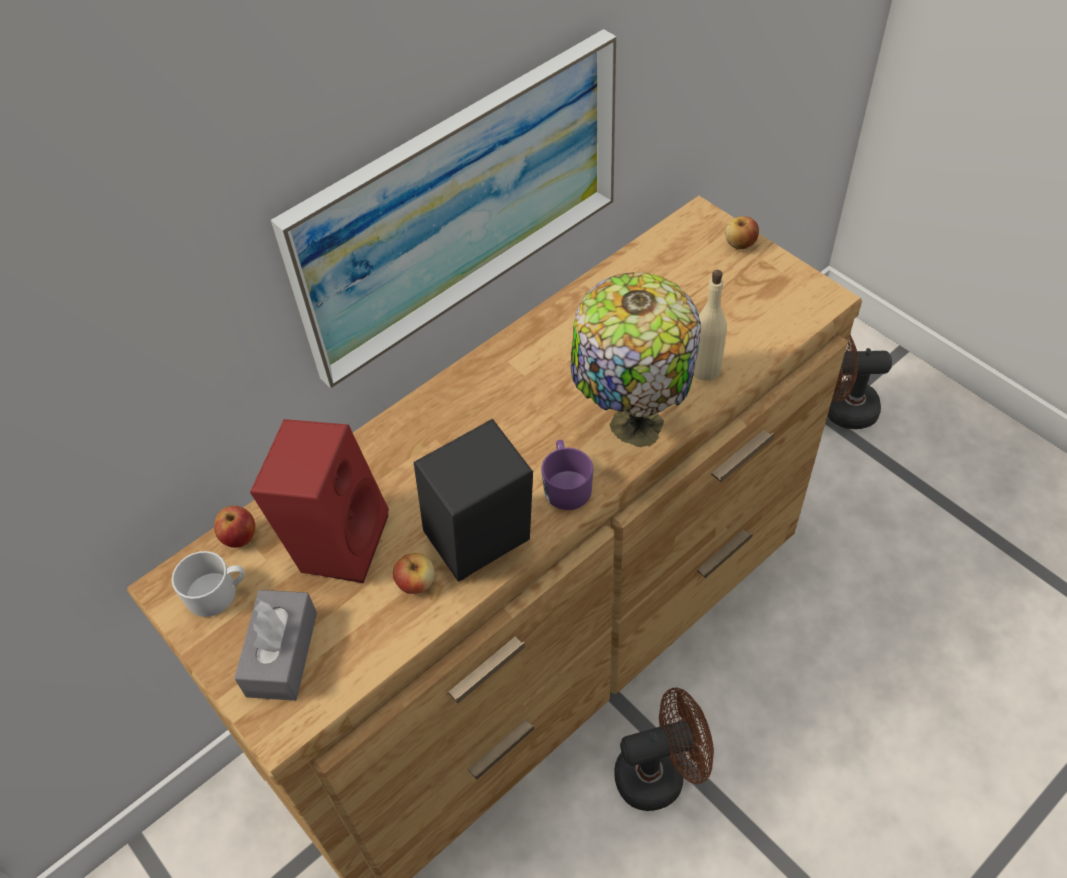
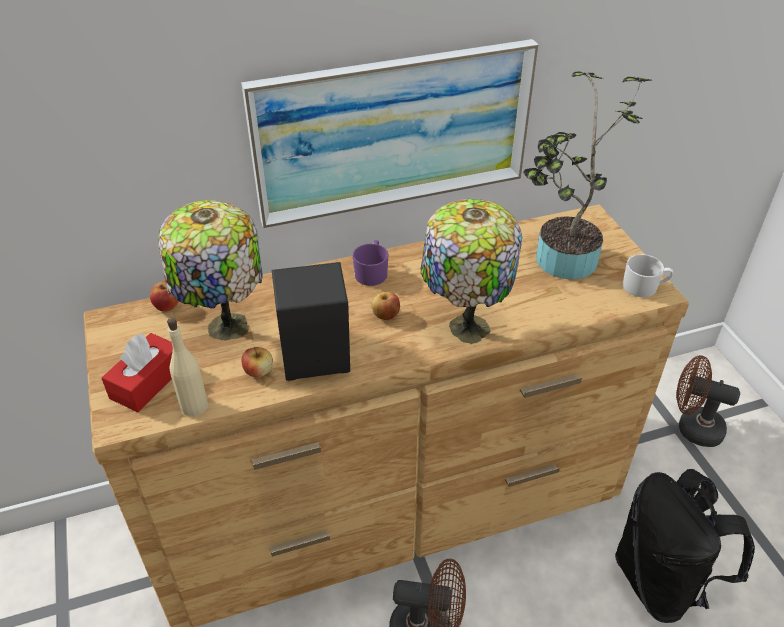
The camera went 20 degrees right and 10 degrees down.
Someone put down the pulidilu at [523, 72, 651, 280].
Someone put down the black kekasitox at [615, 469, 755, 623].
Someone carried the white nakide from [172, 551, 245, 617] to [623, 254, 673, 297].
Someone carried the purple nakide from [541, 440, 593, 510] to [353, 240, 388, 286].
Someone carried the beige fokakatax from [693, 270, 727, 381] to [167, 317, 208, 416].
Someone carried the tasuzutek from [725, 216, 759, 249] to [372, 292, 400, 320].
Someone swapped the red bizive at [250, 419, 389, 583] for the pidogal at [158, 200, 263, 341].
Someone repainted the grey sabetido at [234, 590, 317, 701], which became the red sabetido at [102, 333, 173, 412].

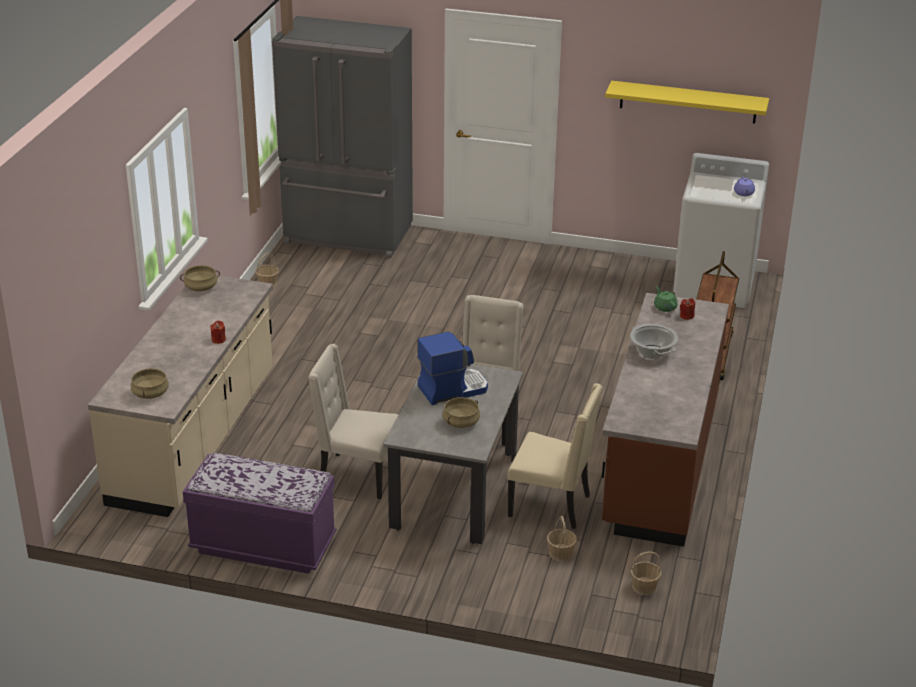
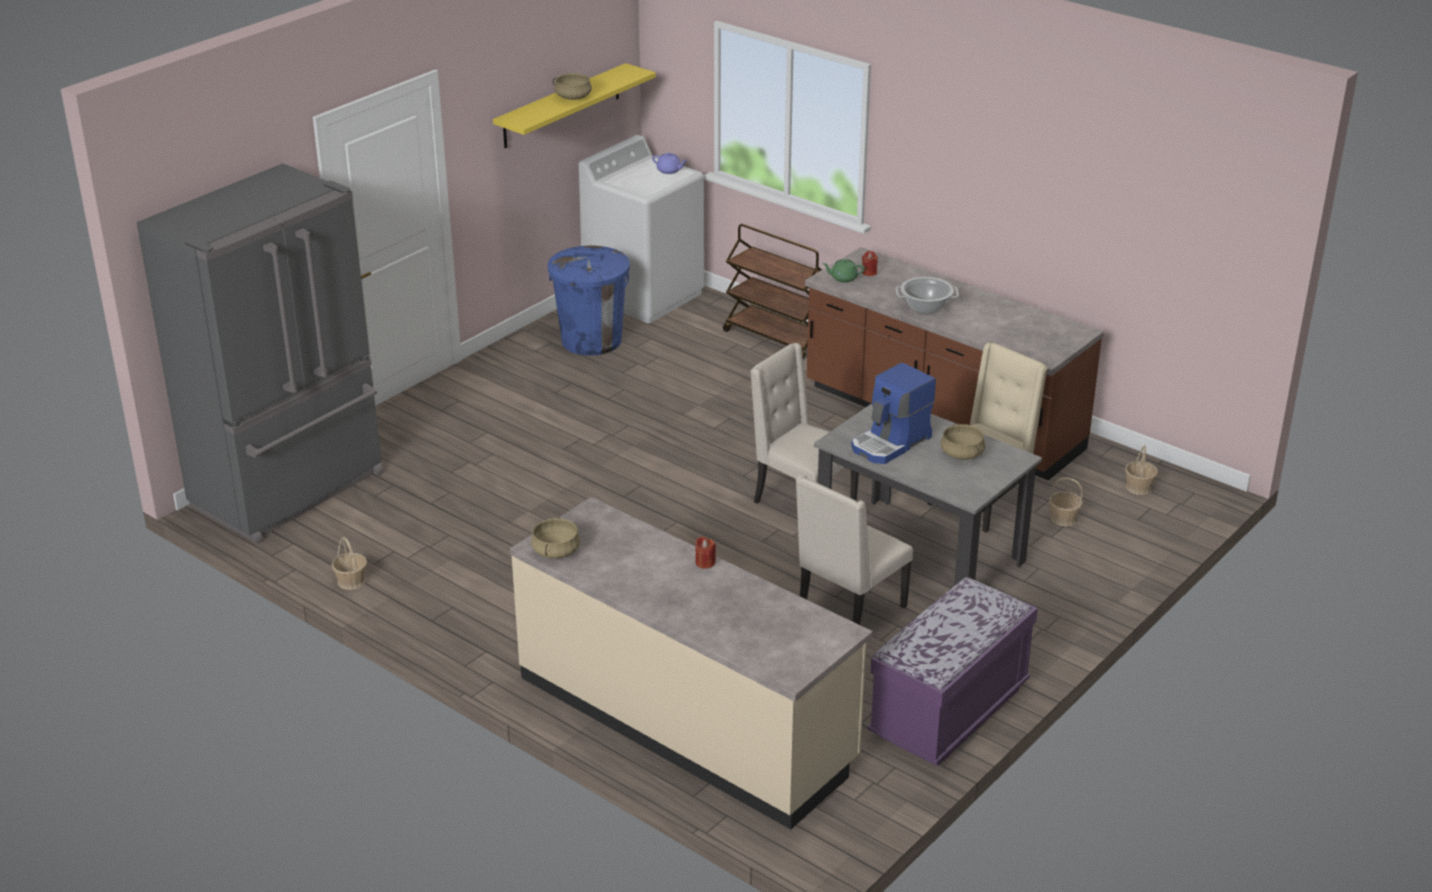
The camera went 65 degrees left and 0 degrees up.
Someone put down the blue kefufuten at [548, 245, 630, 356].
Someone carried the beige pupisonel from [131, 368, 169, 399] to [552, 73, 592, 100].
Someone rotated the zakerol at [417, 331, 488, 405] by 135 degrees counterclockwise.

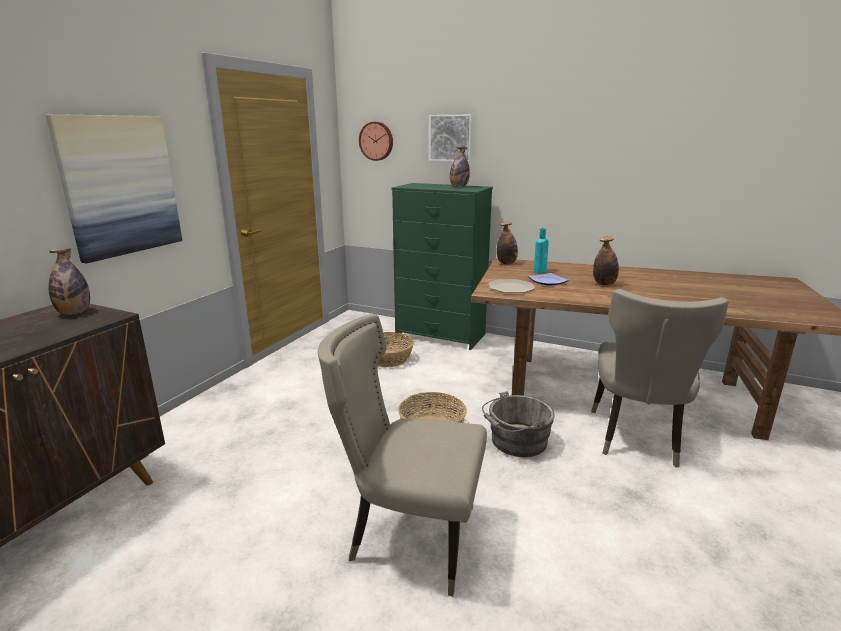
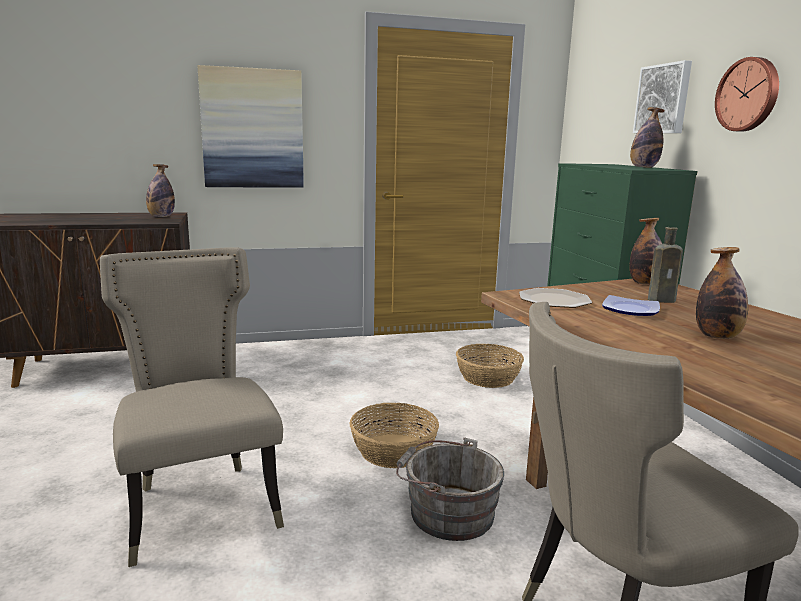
The camera went 50 degrees right and 5 degrees down.
Someone carried the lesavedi from [359, 122, 393, 161] to [715, 57, 779, 132].
Someone repainted the turquoise fokakatax at [534, 228, 549, 274], which became the brown fokakatax at [648, 227, 683, 303].

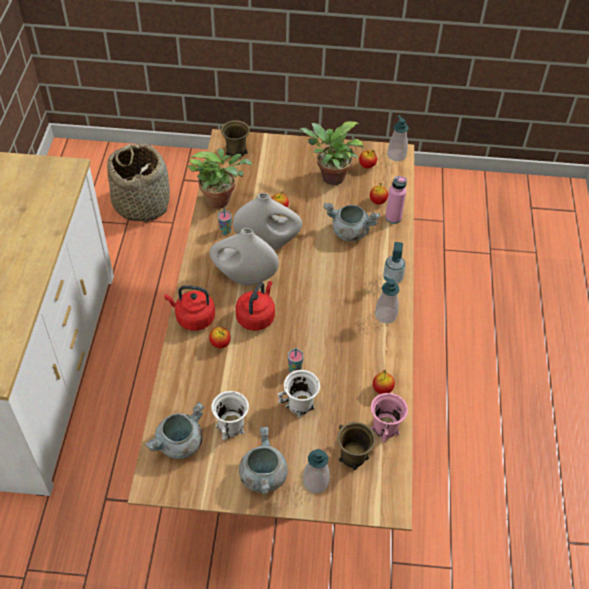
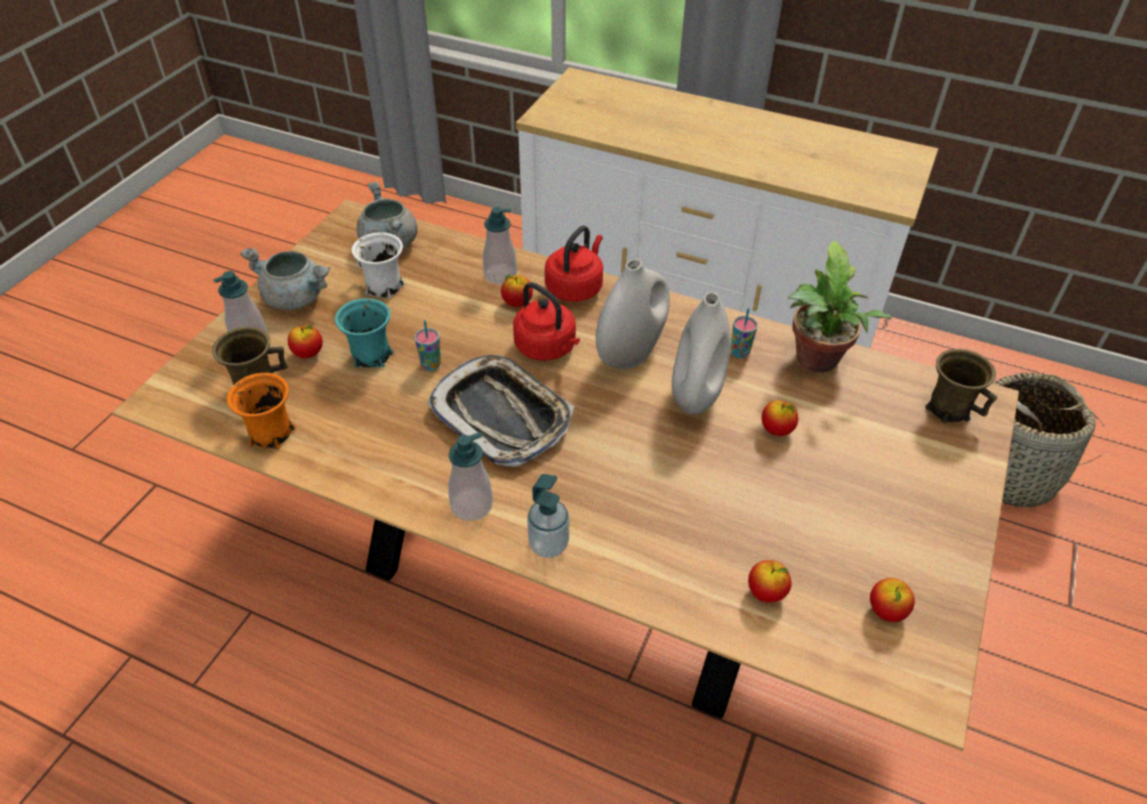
The camera went 110 degrees right and 5 degrees down.
Someone took away the pulidilu at [300, 121, 364, 185].
Someone took away the grey pupisonel at [324, 203, 380, 242].
Someone took away the pink fokakatax at [385, 176, 407, 224].
Someone put down the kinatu at [427, 355, 574, 467].
Someone carried the tasuzutek from [373, 370, 395, 394] to [288, 325, 323, 358].
Someone carried the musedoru from [387, 115, 409, 161] to [483, 207, 517, 285].
Someone repainted the white nakide at [278, 370, 320, 417], which became the turquoise nakide at [335, 298, 394, 368].
Someone repainted the pink nakide at [371, 393, 408, 442], which became the orange nakide at [227, 373, 296, 449].

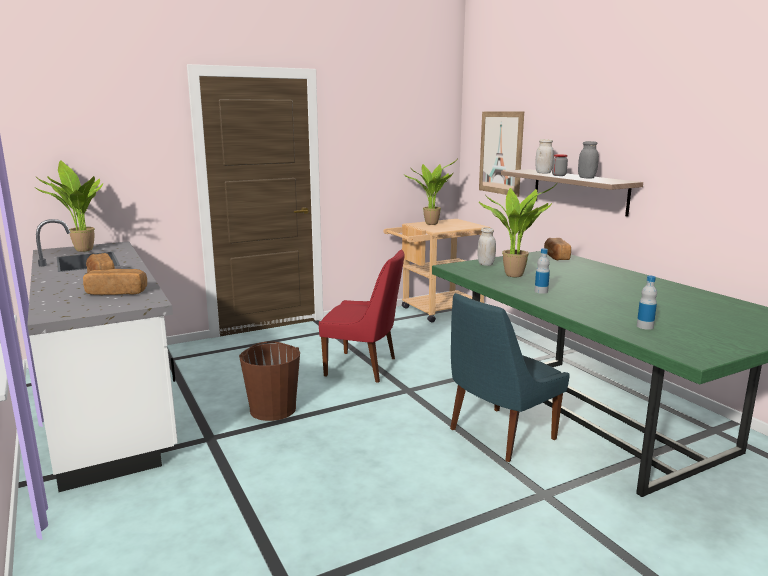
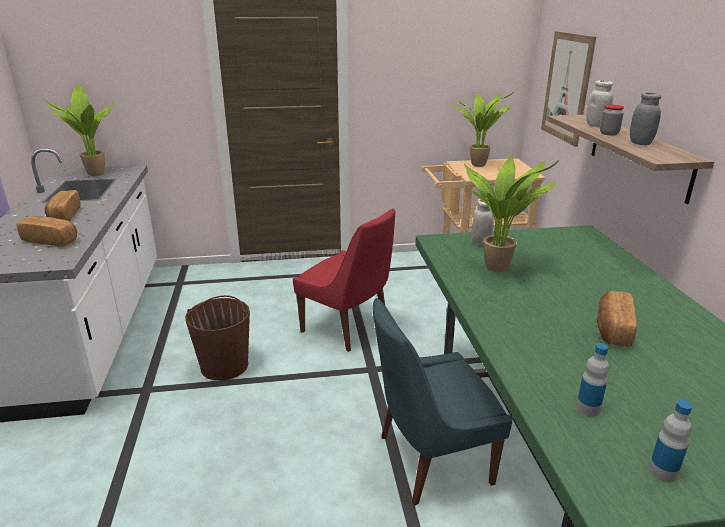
The camera went 20 degrees right and 10 degrees up.
Someone carried the fokakatax from [535, 248, 550, 294] to [649, 400, 693, 482].
Someone carried the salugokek from [544, 238, 571, 260] to [597, 291, 637, 347].

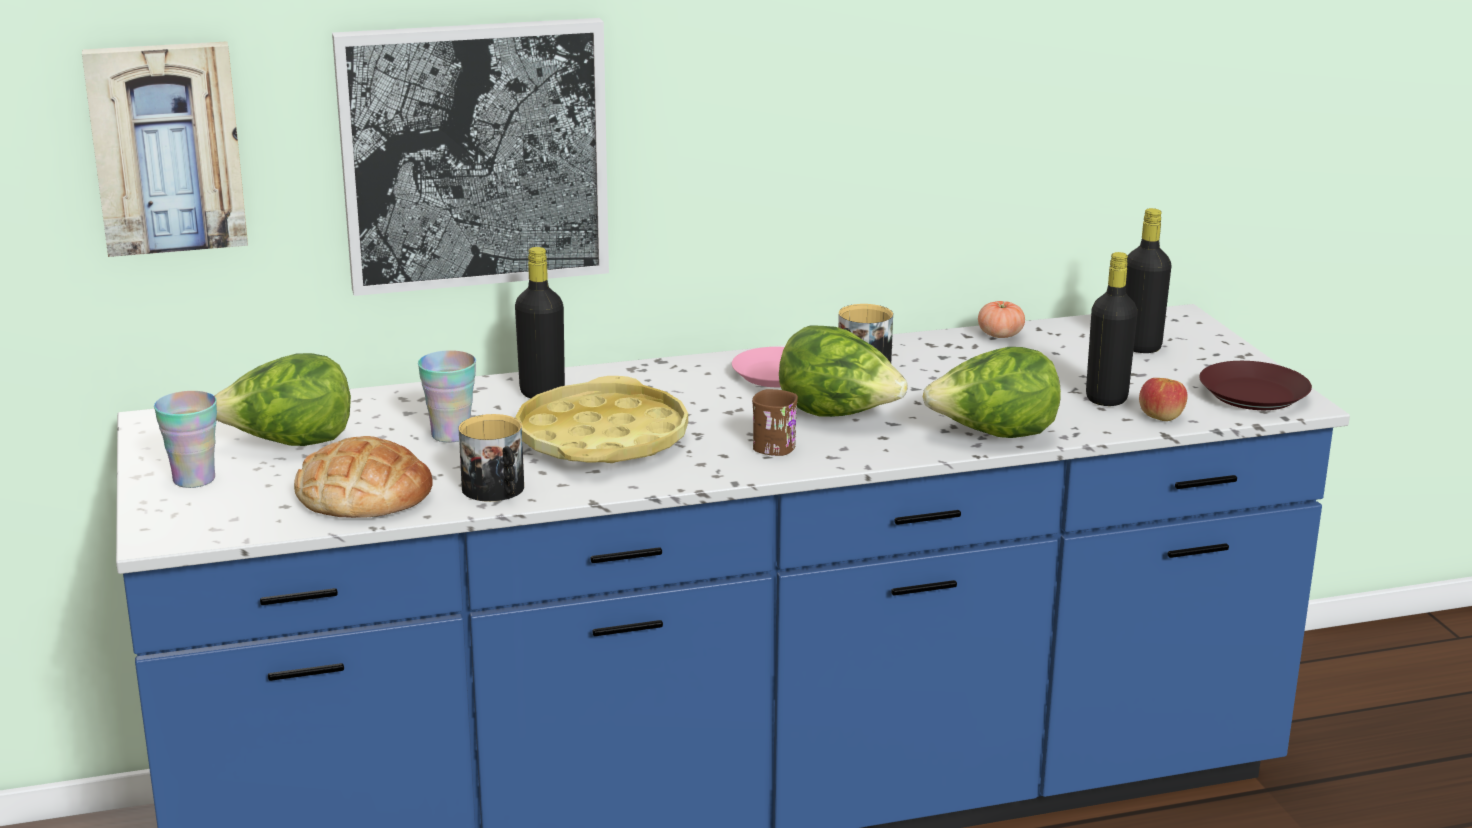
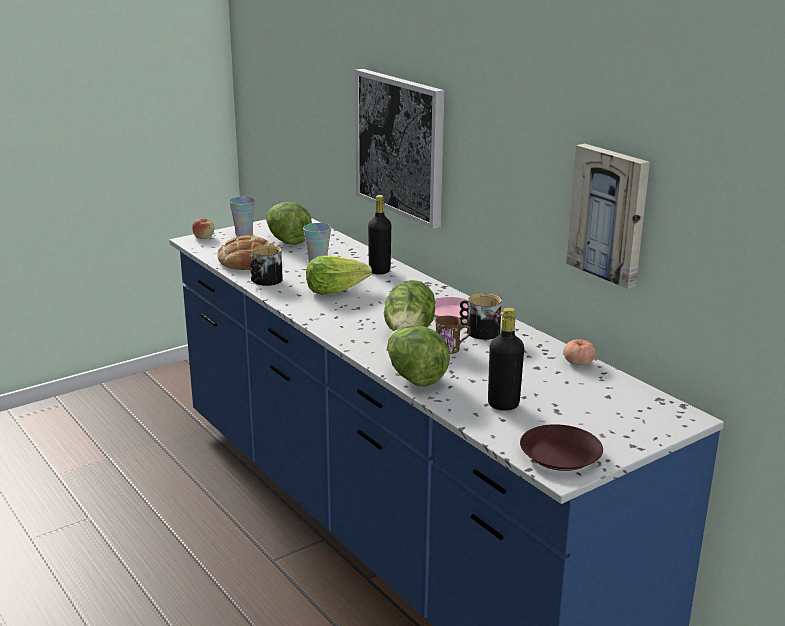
The camera went 70 degrees right and 0 degrees up.
Someone took away the black fokakatax at [1125, 208, 1171, 353].
Someone carried the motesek from [82, 41, 248, 257] to [566, 144, 650, 289].
Someone carried the brown nakide from [752, 389, 798, 456] to [436, 316, 470, 354].
Someone carried the tasuzutek from [1139, 378, 1188, 421] to [192, 218, 214, 239].
Someone swapped the yellow kinatu at [516, 376, 688, 463] for the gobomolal at [306, 256, 372, 295].

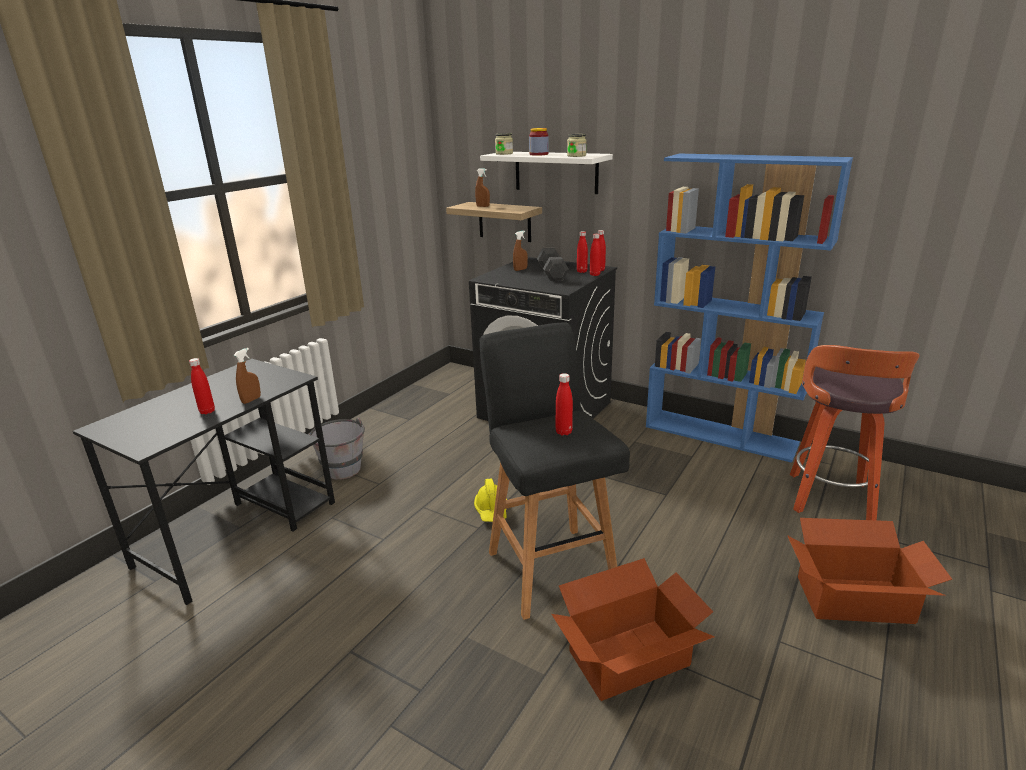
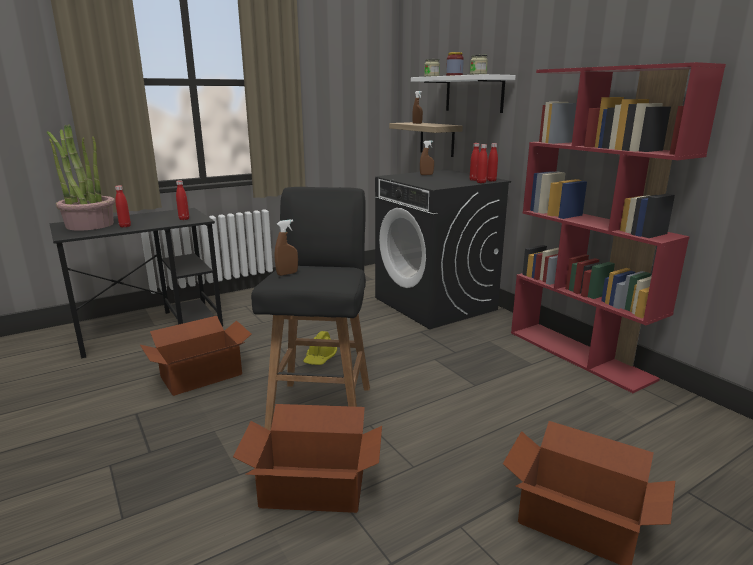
The camera went 25 degrees right and 5 degrees down.
Someone took away the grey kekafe at [308, 417, 365, 480].
Someone took away the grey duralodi at [537, 247, 569, 281].
Someone took away the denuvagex at [790, 345, 920, 520].
Someone put down the pulidilu at [47, 125, 115, 230].
Someone put down the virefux at [140, 316, 251, 396].
Someone carried the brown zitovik from [234, 348, 261, 404] to [275, 219, 298, 276].
Someone carried the red fokakatax from [556, 373, 573, 436] to [176, 180, 189, 220].
Someone repainted the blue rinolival at [646, 154, 853, 463], which became the red rinolival at [511, 62, 726, 393].

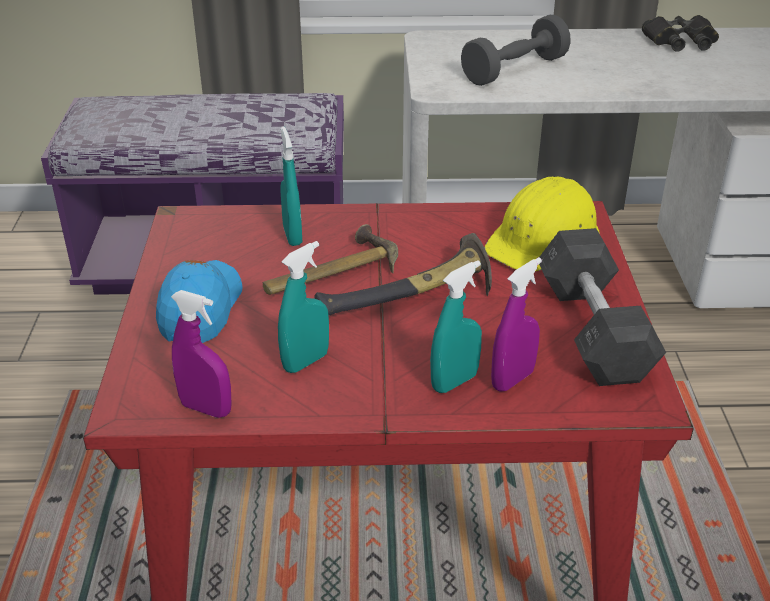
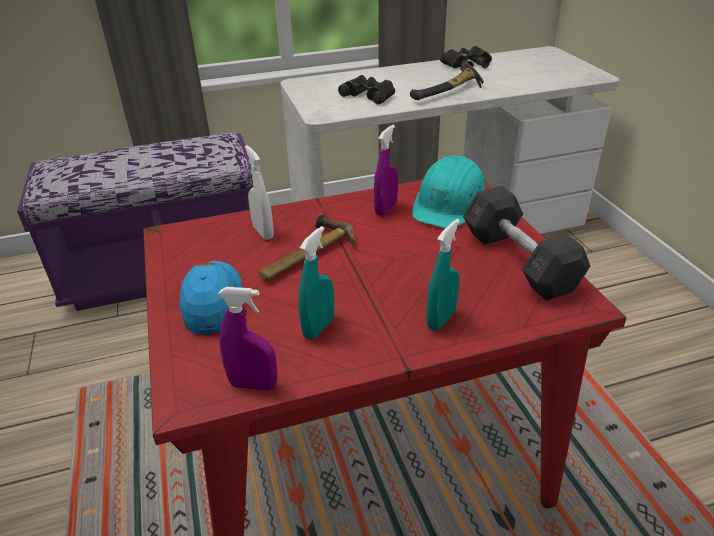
The camera went 15 degrees left and 0 degrees up.
Someone carried the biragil from [314, 233, 492, 316] to [410, 62, 484, 100].
Someone carried the purple zitovik from [491, 257, 542, 392] to [374, 125, 398, 216].
Someone swapped the grey duralodi at [461, 15, 571, 86] for the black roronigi at [338, 75, 395, 105].
Someone repainted the turquoise zitovik at [281, 126, 302, 246], which became the white zitovik at [245, 145, 274, 240].
Someone repainted the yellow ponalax at [484, 177, 600, 271], which became the turquoise ponalax at [412, 155, 485, 228].

